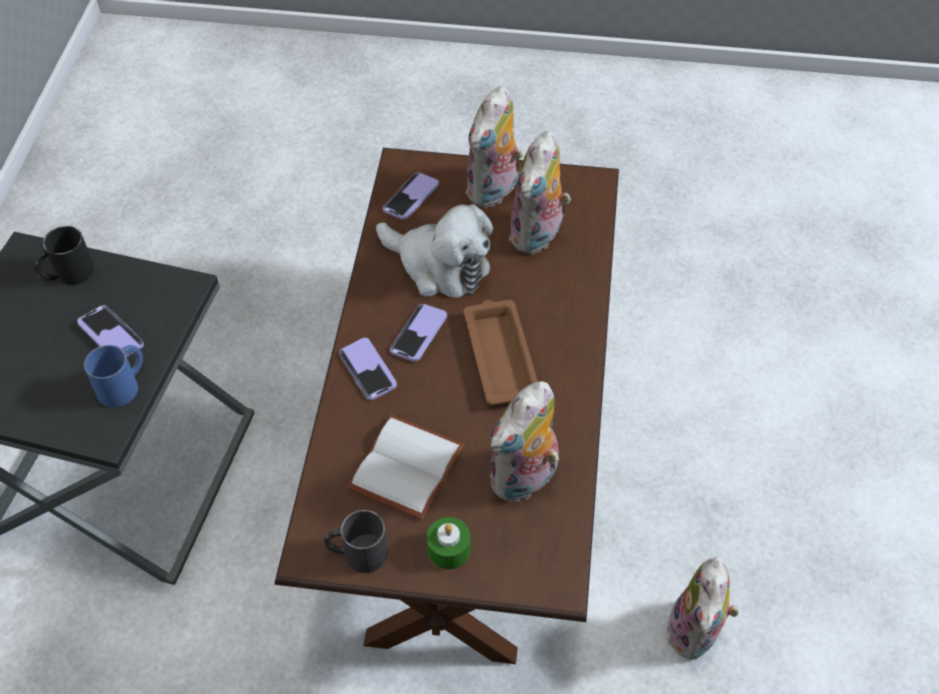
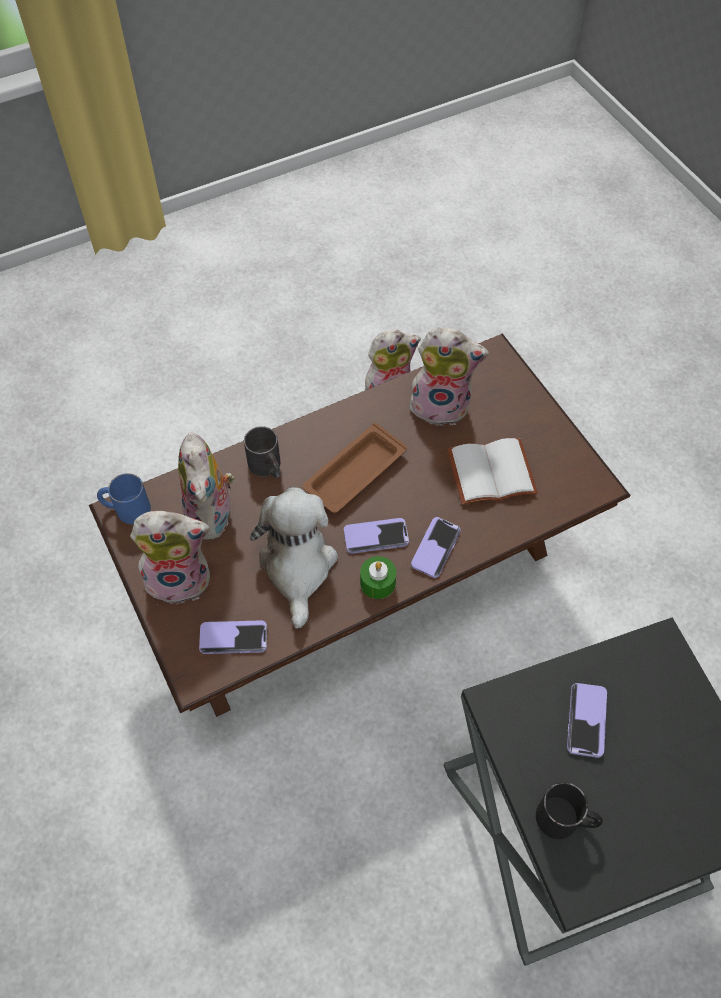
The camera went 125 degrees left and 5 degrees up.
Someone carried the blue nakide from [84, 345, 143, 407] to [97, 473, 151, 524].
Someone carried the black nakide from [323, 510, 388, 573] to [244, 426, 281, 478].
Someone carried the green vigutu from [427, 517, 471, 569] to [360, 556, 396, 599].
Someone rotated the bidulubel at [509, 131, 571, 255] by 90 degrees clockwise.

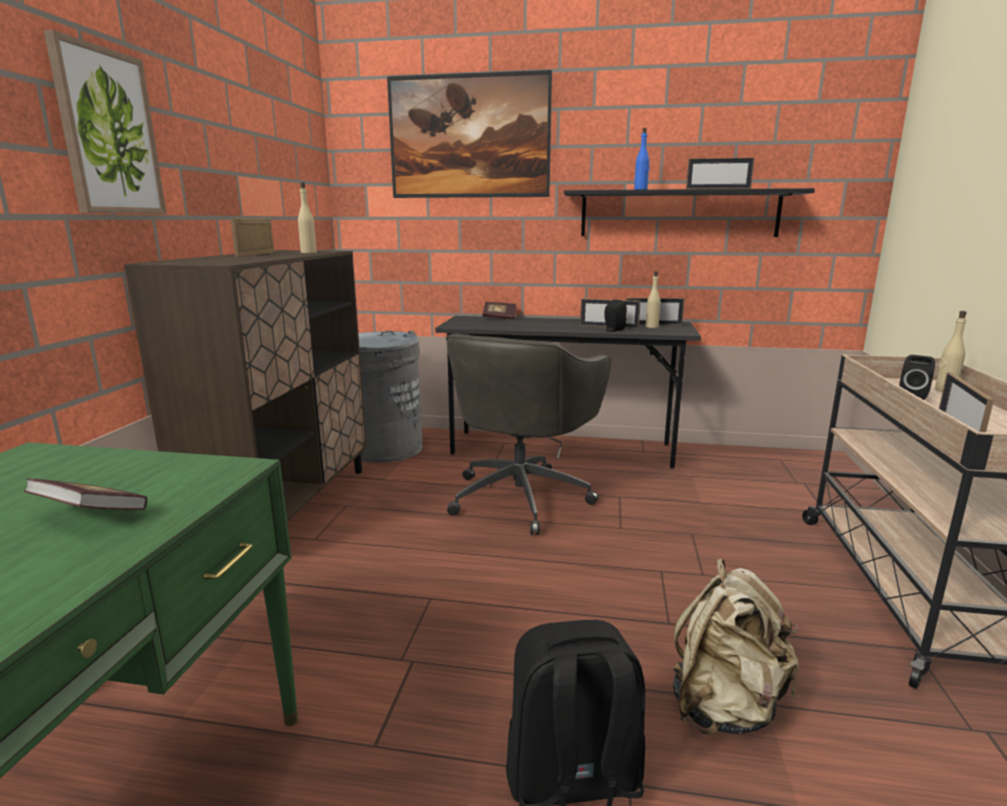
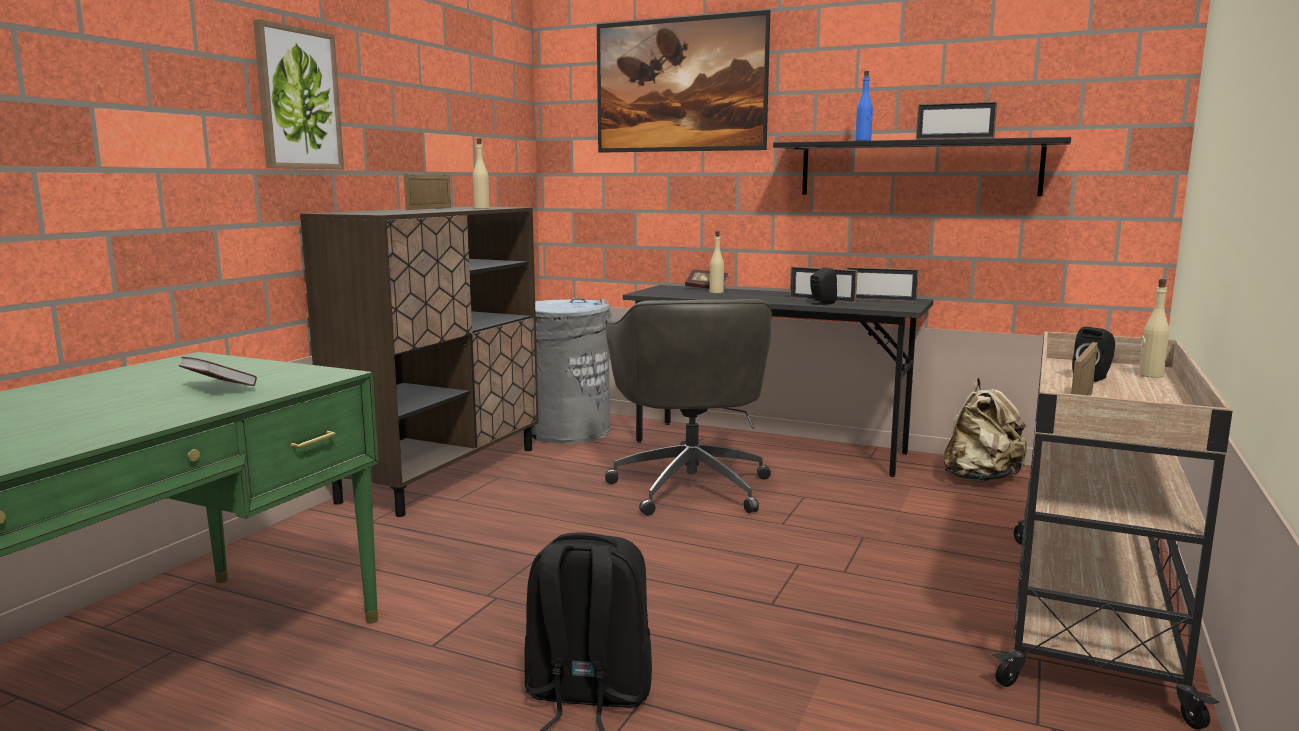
The camera went 15 degrees right and 5 degrees down.
Someone carried the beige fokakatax from [646, 271, 660, 328] to [710, 231, 724, 293].
Someone carried the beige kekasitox from [673, 559, 799, 735] to [943, 378, 1027, 482].
Someone rotated the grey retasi at [446, 333, 611, 535] by 45 degrees counterclockwise.

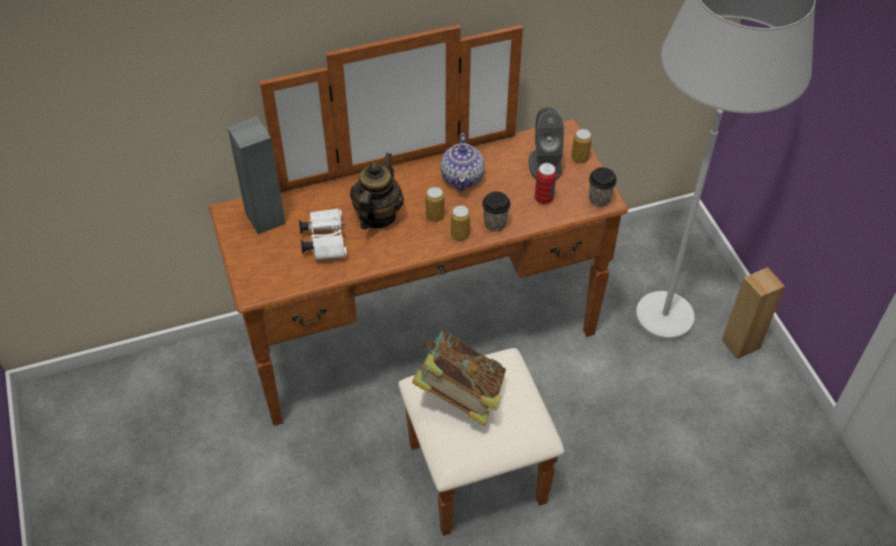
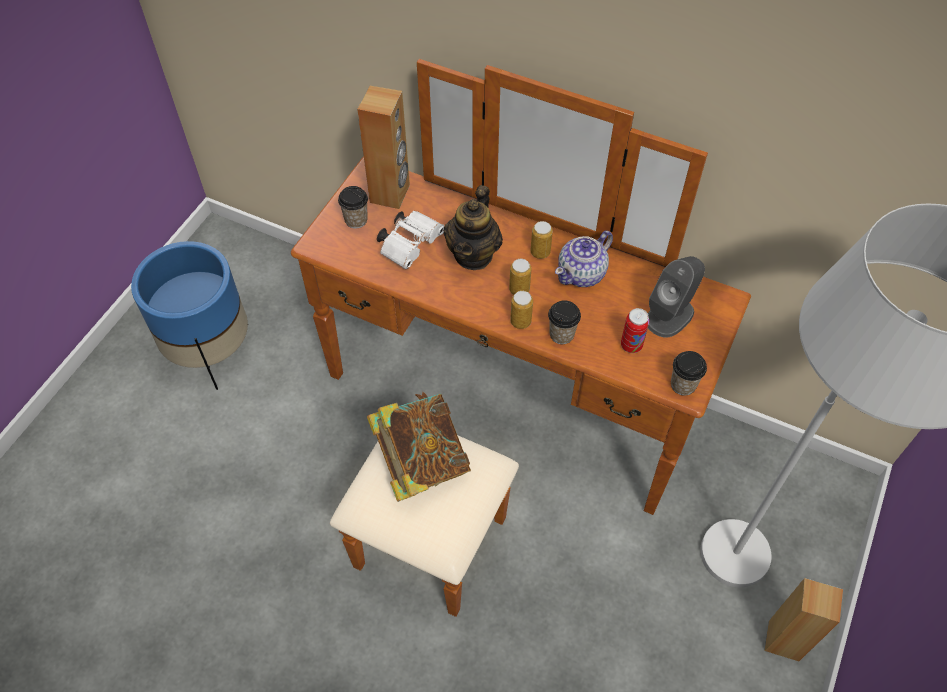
The camera went 45 degrees right and 5 degrees up.
Someone put down the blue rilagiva at [131, 241, 248, 390].
Someone put down the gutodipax at [338, 186, 368, 228].
Someone carried the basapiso from [571, 129, 592, 163] to [531, 221, 553, 259].
Someone repainted the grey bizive at [228, 117, 286, 234], which became the brown bizive at [357, 86, 410, 209].
Someone rotated the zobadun at [350, 153, 404, 229] by 135 degrees clockwise.

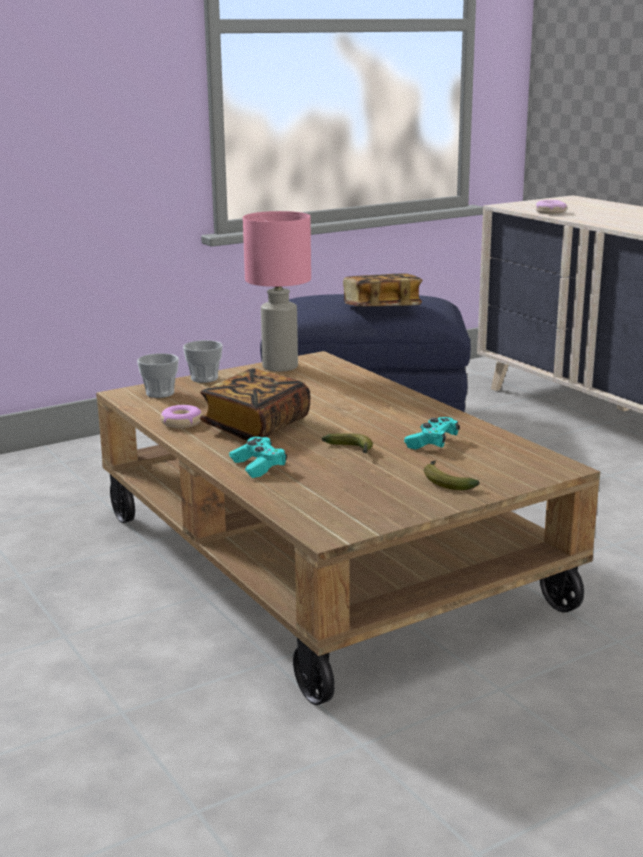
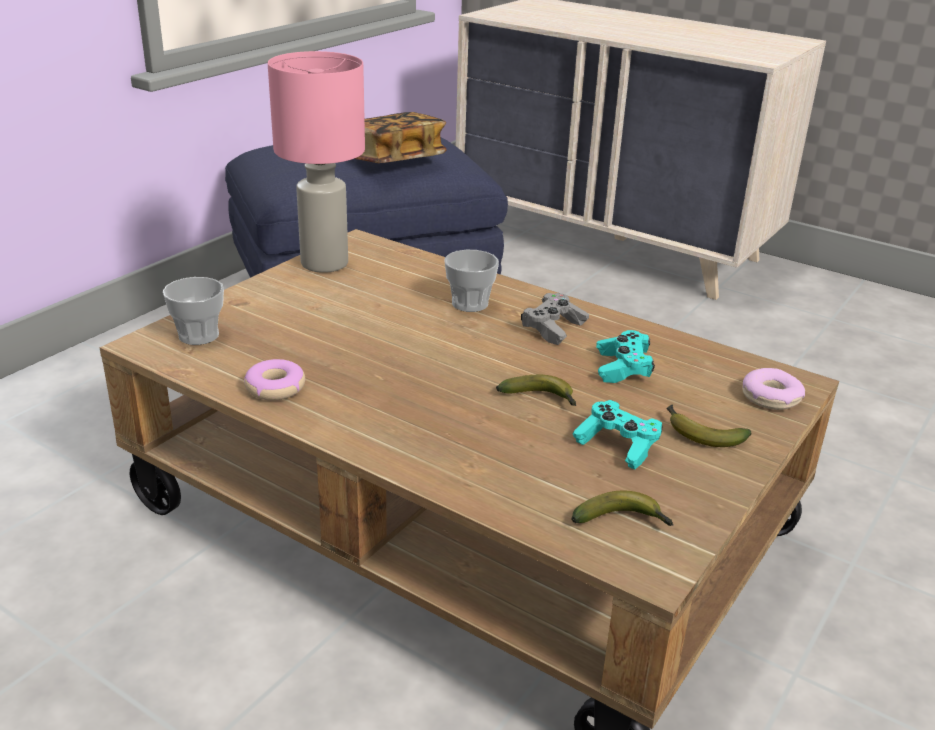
The camera went 25 degrees left and 10 degrees up.
Someone took away the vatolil at [200, 368, 310, 441].
Someone put down the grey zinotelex at [521, 293, 589, 345].
Someone put down the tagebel at [571, 491, 674, 526].
Someone carried the gutodipax from [183, 340, 223, 383] to [445, 250, 499, 312].
Someone carried the turquoise zinotelex from [229, 437, 287, 478] to [573, 400, 663, 470].
Someone carried the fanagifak from [536, 200, 567, 214] to [742, 368, 805, 410].

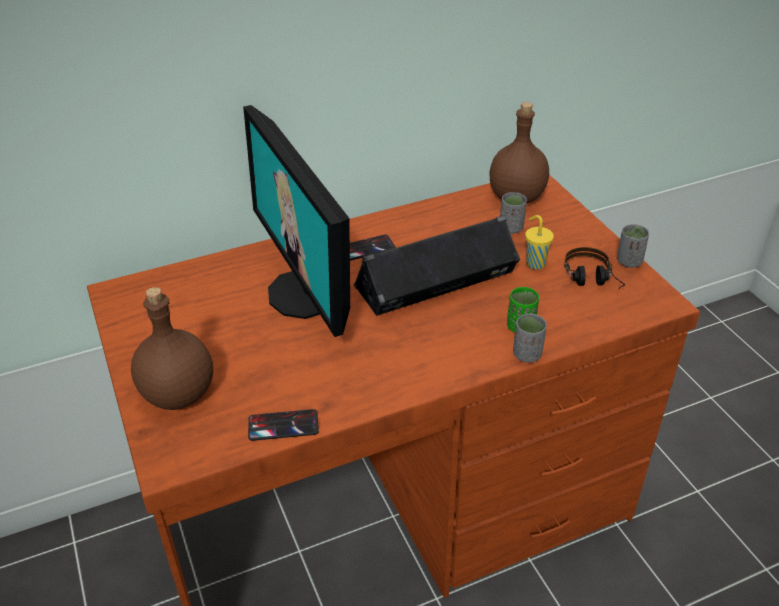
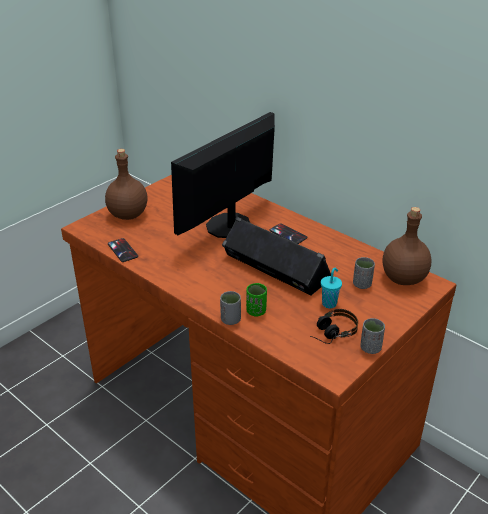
The camera went 65 degrees right and 5 degrees down.
Someone repainted the yellow gutodipax at [525, 215, 554, 270], which became the turquoise gutodipax at [321, 268, 342, 308].

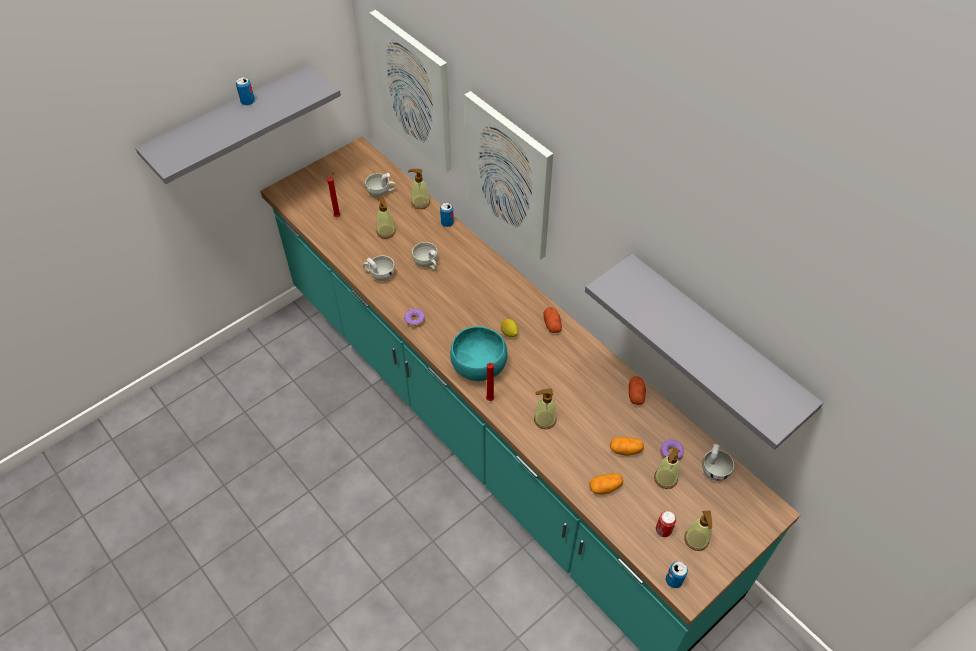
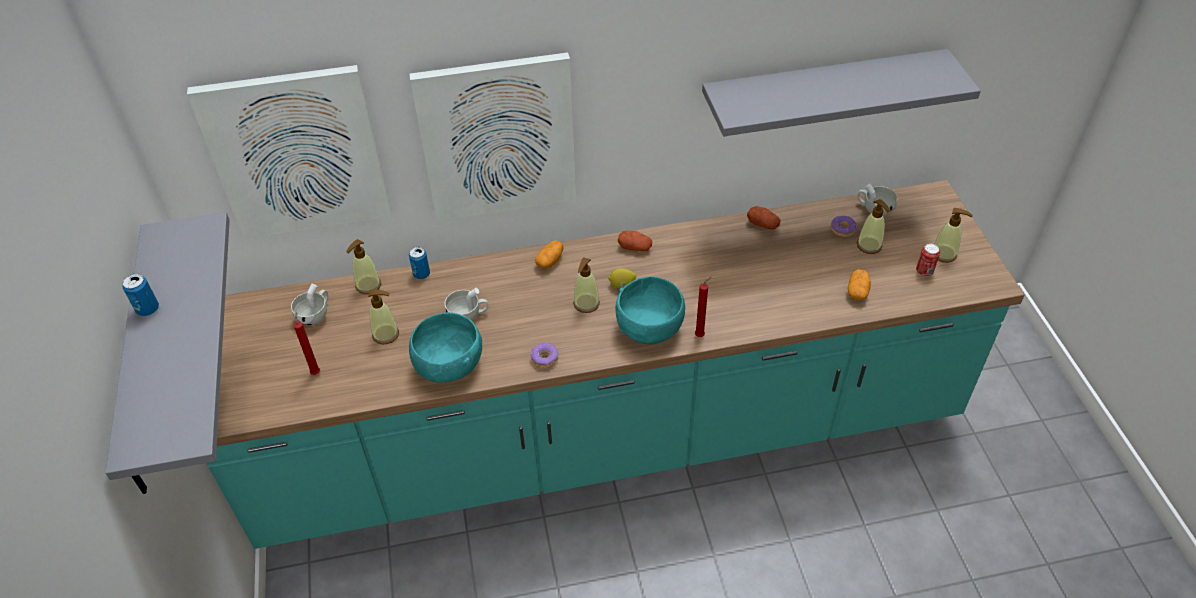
The camera went 60 degrees left and 5 degrees down.
Someone took away the basapiso at [666, 561, 688, 588].
Someone carried the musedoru from [534, 388, 557, 429] to [573, 257, 600, 313].
Someone carried the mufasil from [610, 437, 644, 456] to [535, 240, 564, 268].
Someone swapped the white gutodipax at [363, 256, 395, 281] for the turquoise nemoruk at [409, 312, 482, 382].

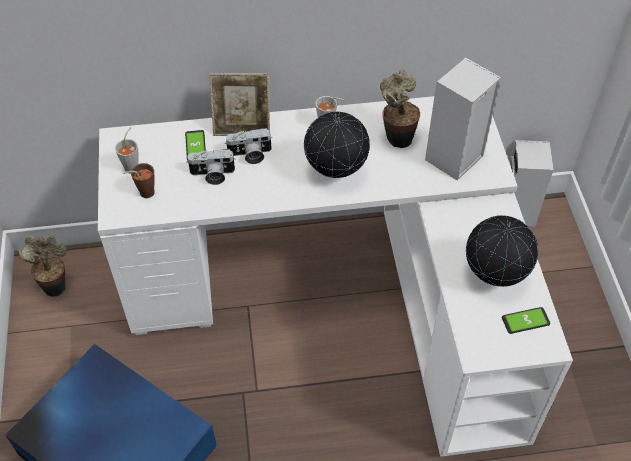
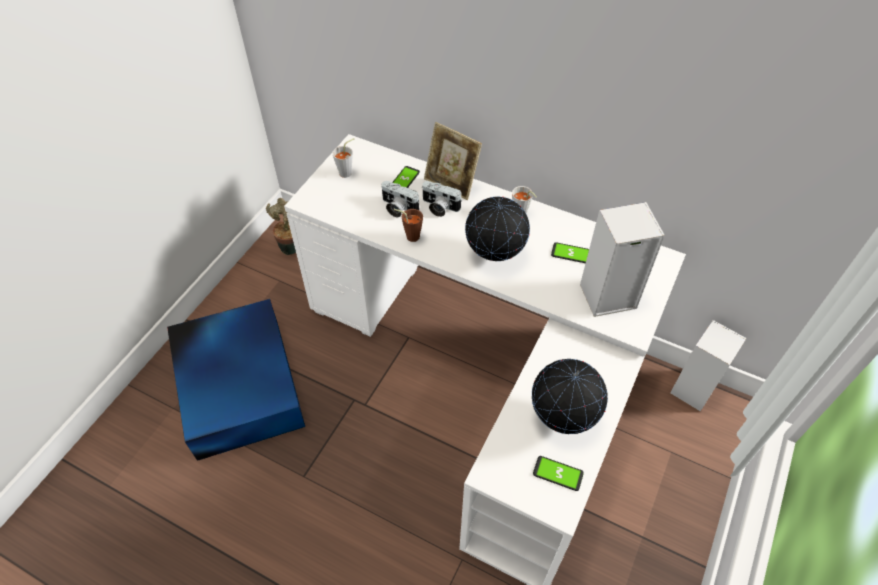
The camera went 35 degrees right and 0 degrees up.
Someone carried the brown gutodipax from [122, 163, 154, 198] to [394, 209, 423, 242].
Someone swapped the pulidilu at [380, 69, 420, 148] for the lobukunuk at [551, 242, 589, 263].

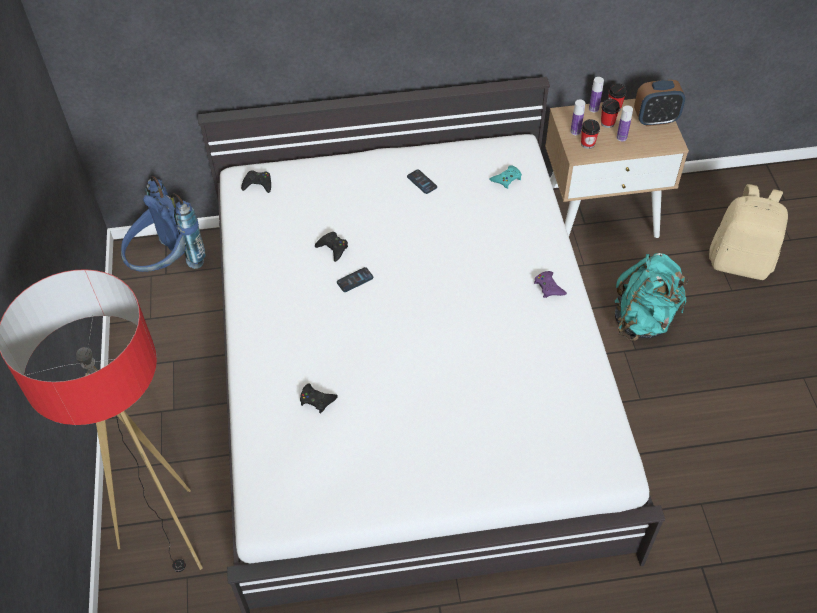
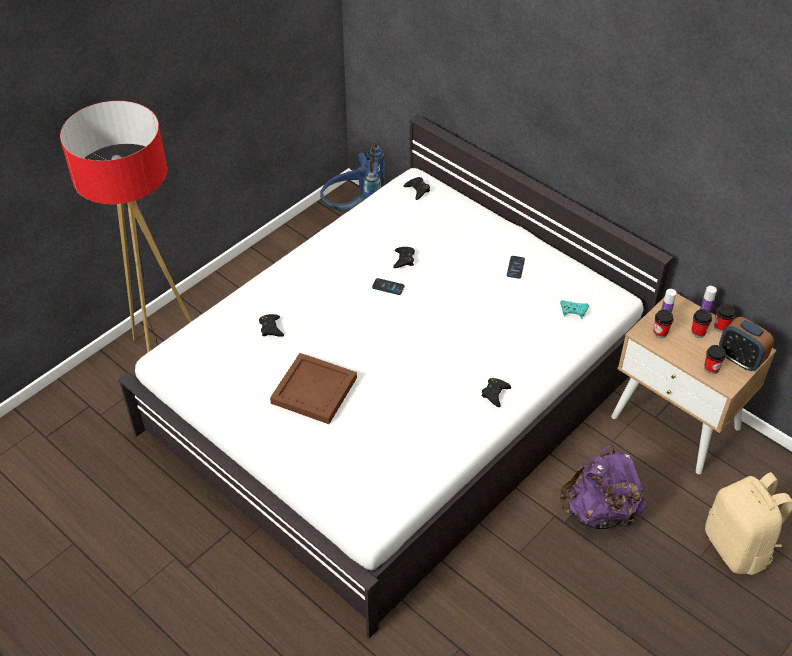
The camera went 50 degrees right and 5 degrees down.
Someone took away the fokakatax at [617, 105, 633, 142].
Someone put down the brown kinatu at [270, 353, 357, 424].
Someone put down the gutodipax at [704, 345, 726, 374].
Someone repainted the purple zinotelex at [534, 271, 567, 298], which became the black zinotelex at [481, 378, 511, 407].
Someone repainted the turquoise kekasitox at [615, 253, 688, 341], which became the purple kekasitox at [560, 443, 646, 530].

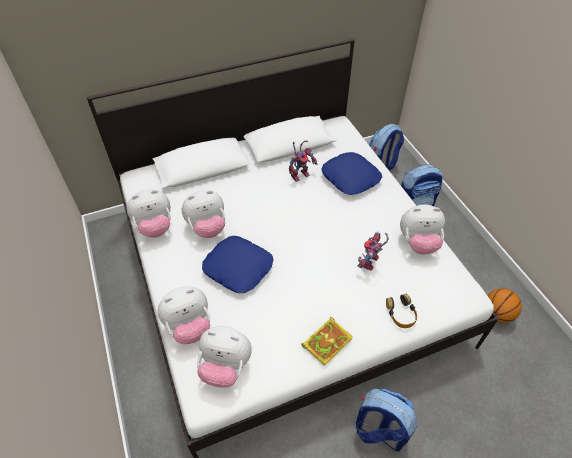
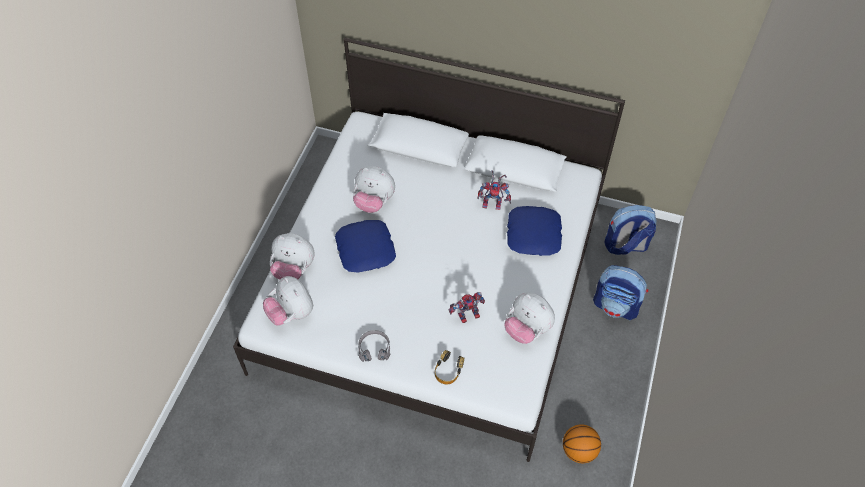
The camera went 40 degrees right and 5 degrees up.
Someone took away the bidulubel at [127, 189, 171, 238].
Someone took away the kekasitox at [356, 389, 417, 451].
Someone swapped the vatolil at [301, 317, 353, 366] for the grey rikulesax at [358, 330, 390, 362].

